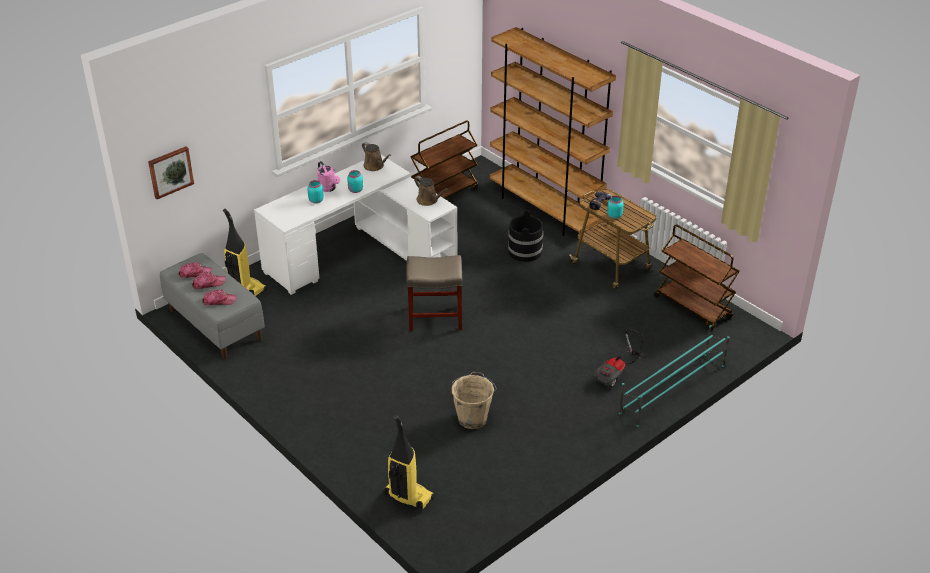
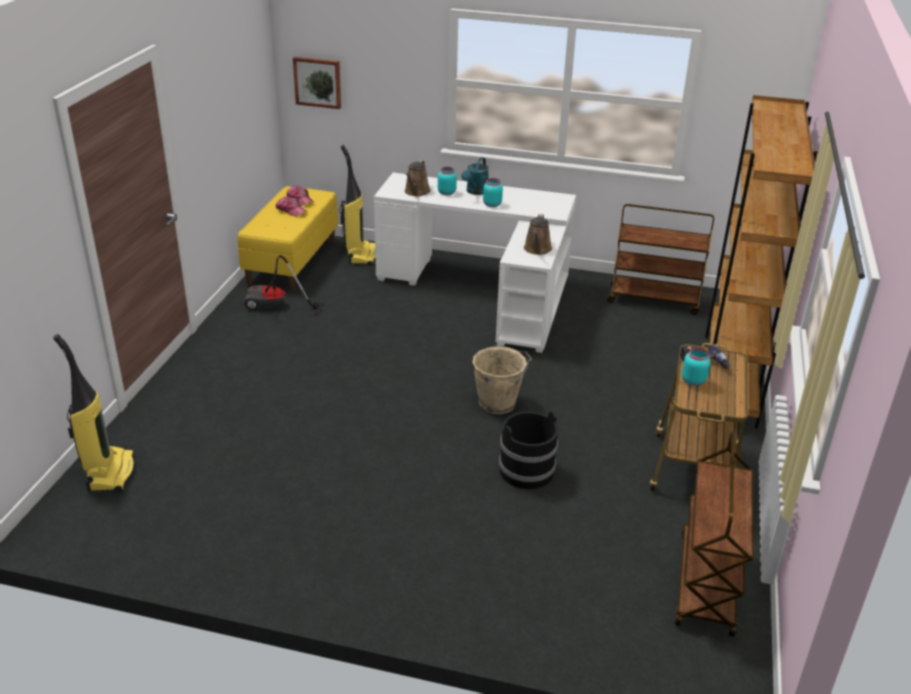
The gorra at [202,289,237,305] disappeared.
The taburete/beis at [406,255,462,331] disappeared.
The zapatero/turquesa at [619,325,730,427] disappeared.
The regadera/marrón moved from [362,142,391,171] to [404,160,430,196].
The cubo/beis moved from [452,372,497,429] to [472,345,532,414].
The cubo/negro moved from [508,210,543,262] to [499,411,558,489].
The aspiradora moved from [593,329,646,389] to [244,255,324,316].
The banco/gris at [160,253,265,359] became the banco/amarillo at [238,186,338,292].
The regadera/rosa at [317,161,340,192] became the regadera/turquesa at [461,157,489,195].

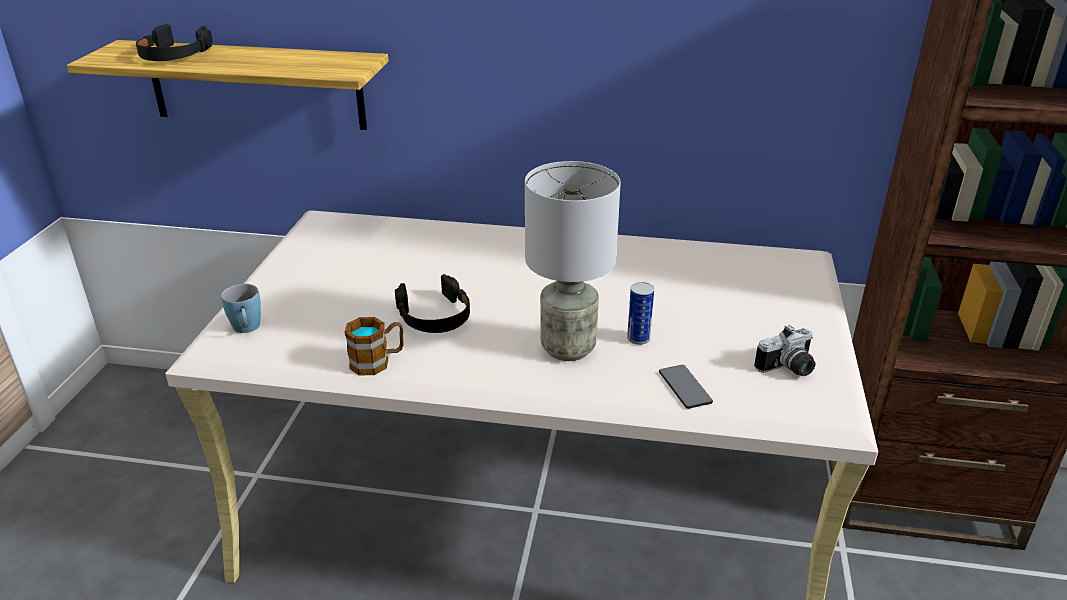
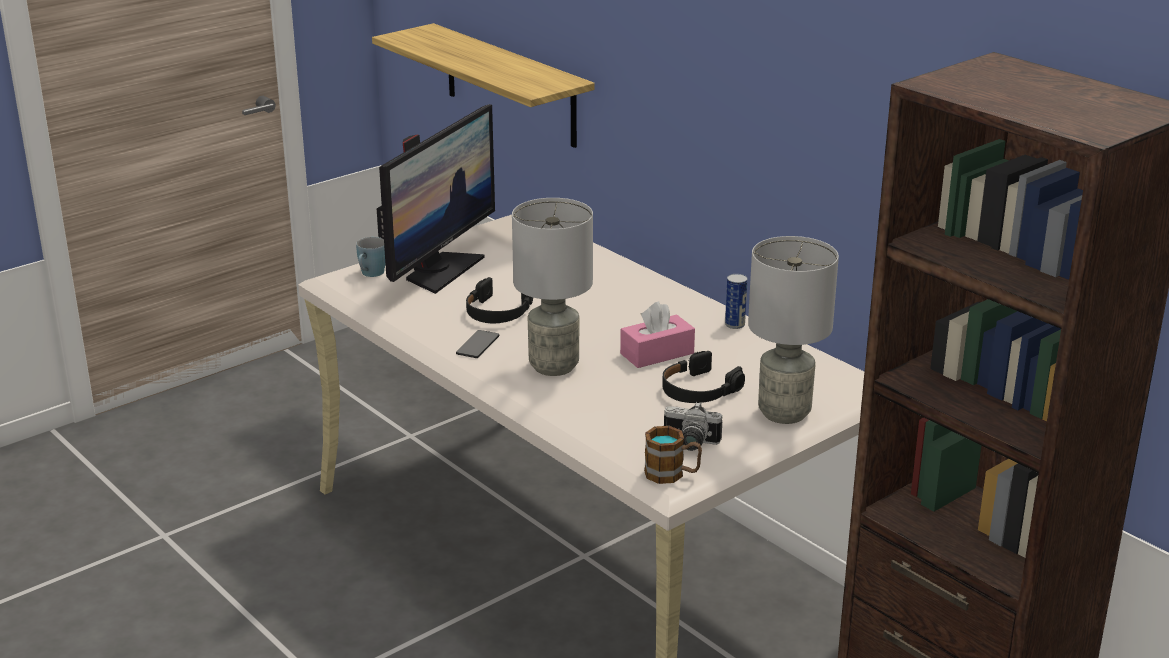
The monitor at [377,104,495,294] appeared.
The caja de pañuelos/rosa at [620,301,695,368] appeared.
The lámpara de mesa/gris at [748,236,839,424] appeared.
The auriculares/negro moved from [136,24,213,61] to [662,351,745,403].
The taza grande moved from [345,317,403,375] to [644,426,702,484].
The lata moved from [627,282,654,345] to [725,274,747,329].
The móvil moved from [659,365,713,409] to [456,330,499,358].

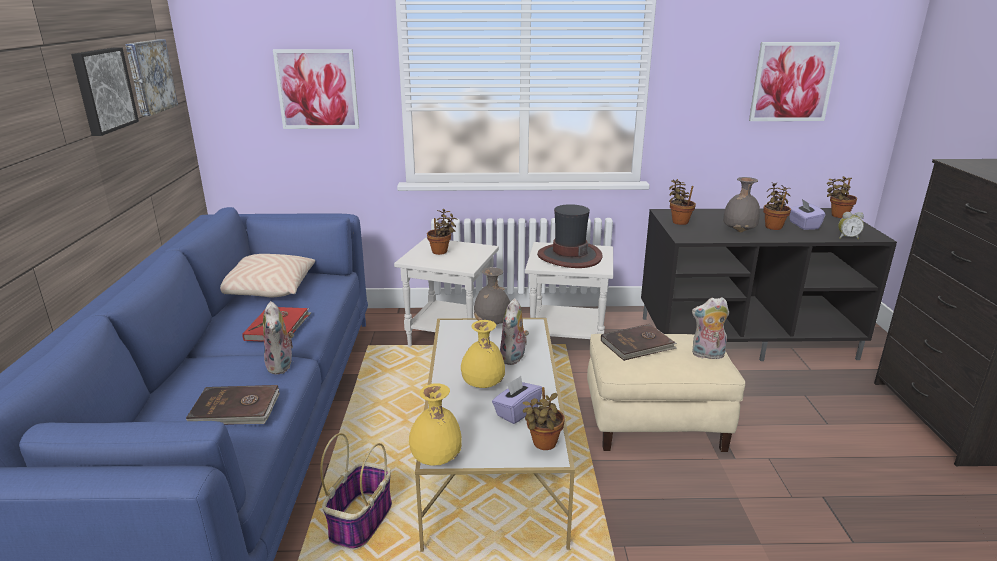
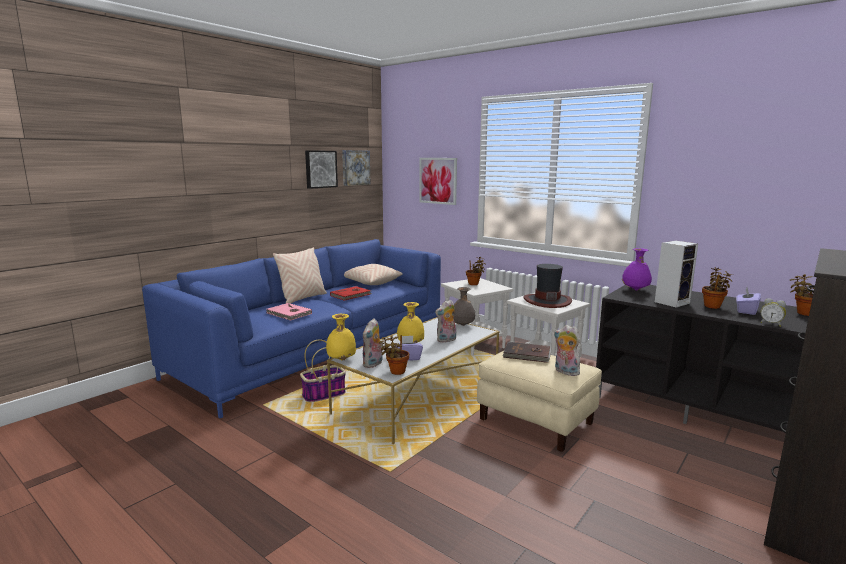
The cuadro at [749,42,840,121] disappeared.
The cojín/beis at [273,247,327,304] appeared.
The peluche moved from [263,301,294,375] to [363,318,383,368].
The planta en maceta at [669,179,696,225] was replaced by the florero/morado at [622,248,652,290].
The florero/gris at [723,177,760,233] was replaced by the altavoz at [655,241,698,308].
The libro/marrón at [186,385,280,425] became the libro/rosa at [267,303,312,321].

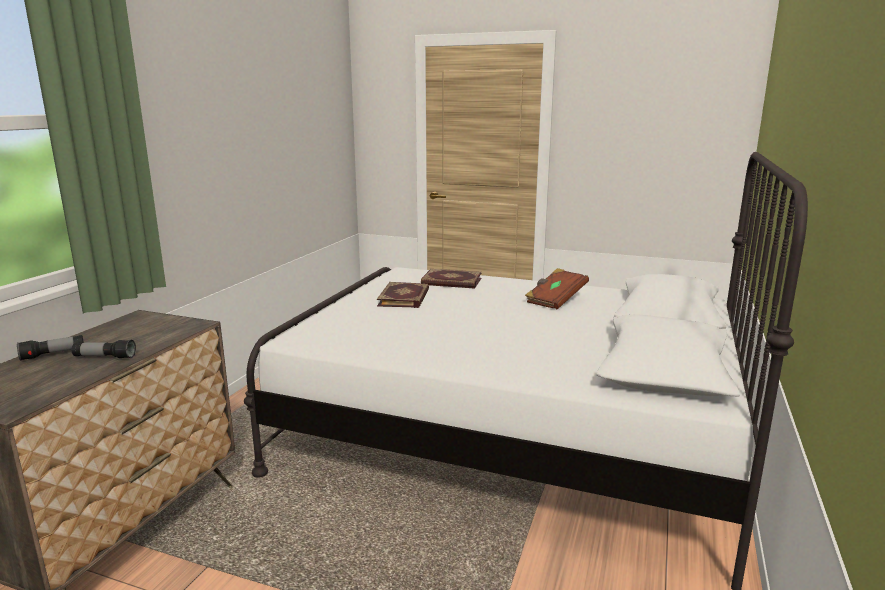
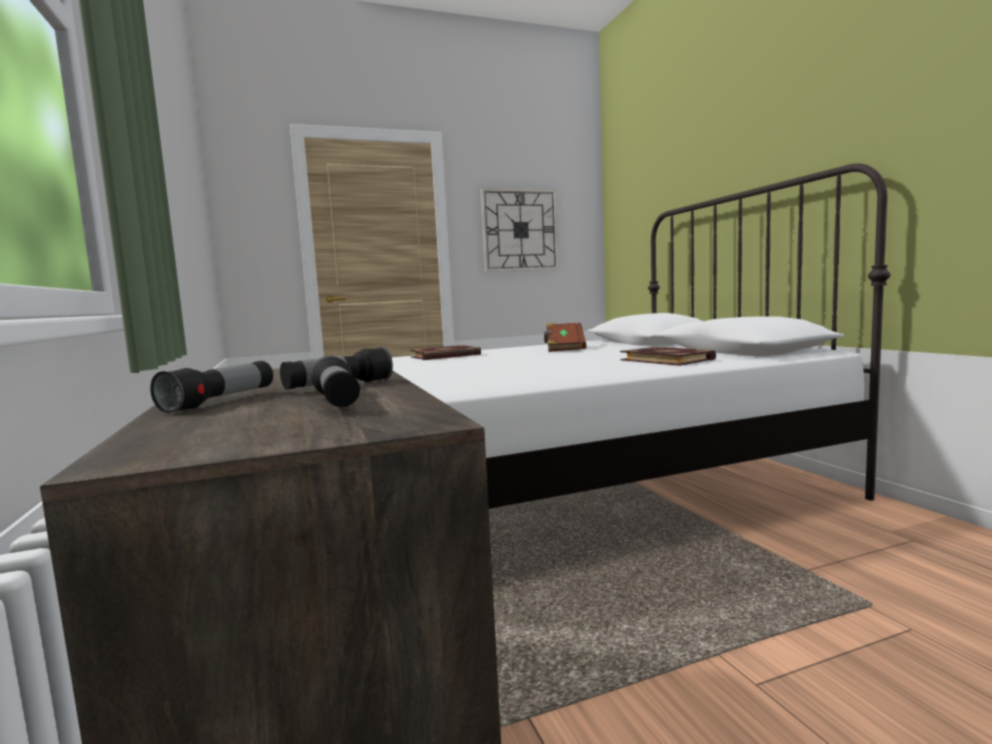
The linterna at [311,356,360,407] appeared.
The reloj de pared at [481,188,559,272] appeared.
The libro moved from [377,282,429,308] to [620,347,716,366].

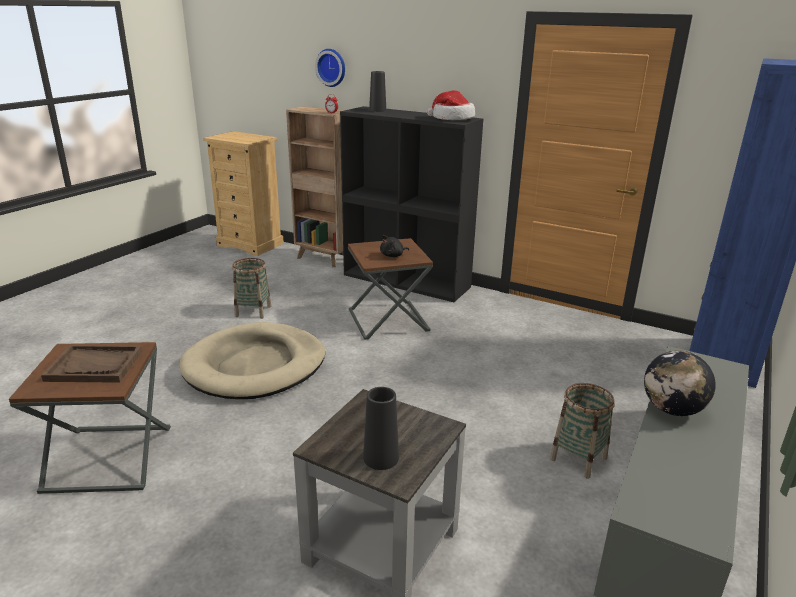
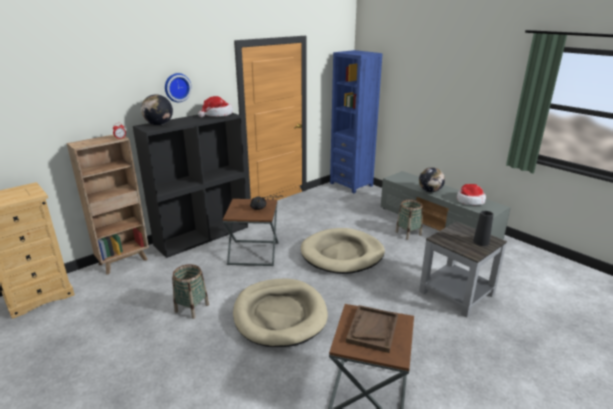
The cama para perro/beis at [301,228,385,274] appeared.
The sombrero at [457,184,486,205] appeared.
The reloj de pared moved from [315,49,345,87] to [165,73,192,102].
The florero/negro at [369,71,386,112] was replaced by the globo terráqueo at [141,94,173,125].

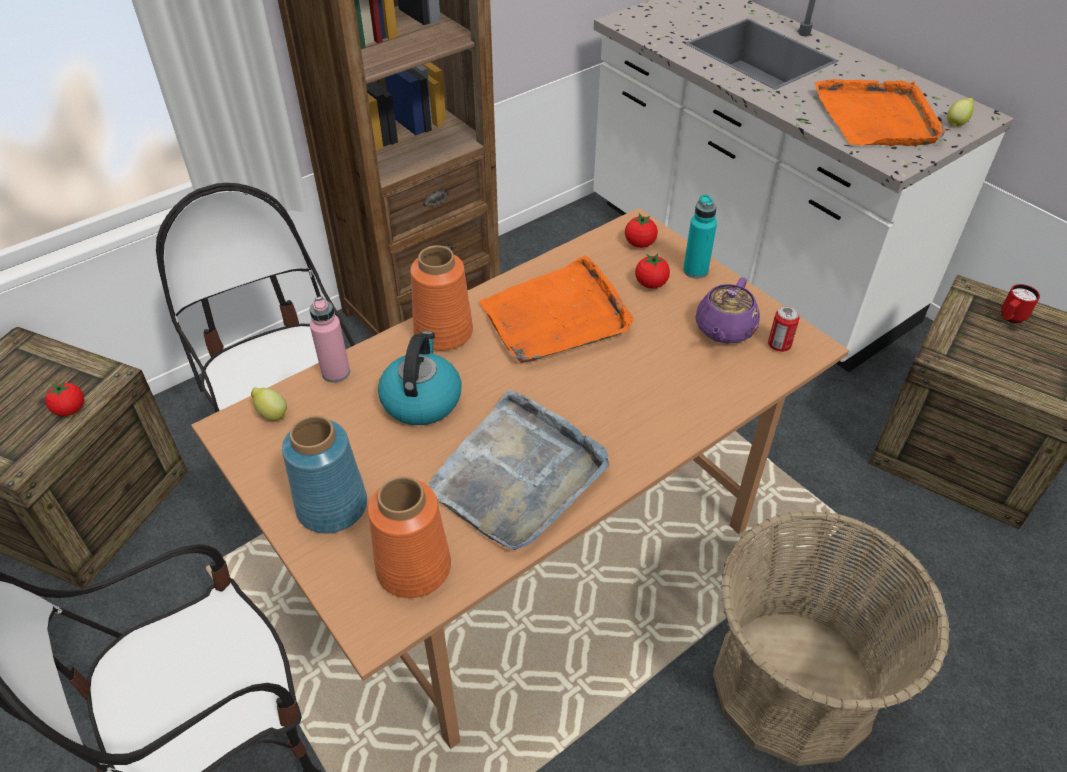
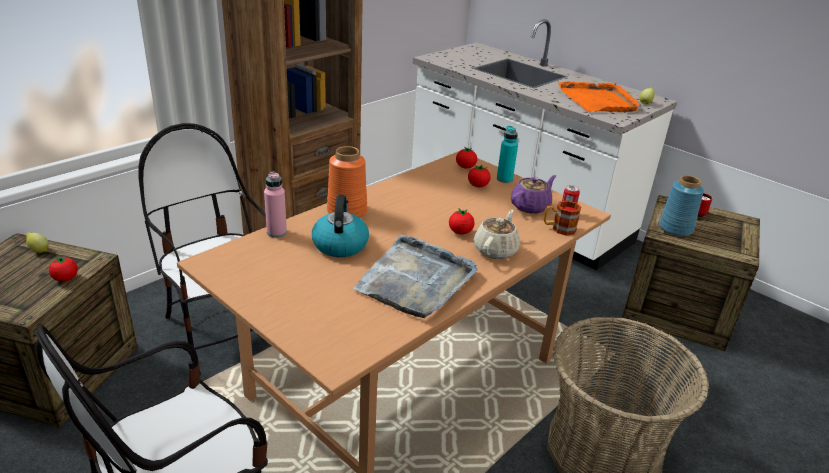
The florero/naranja at [368,476,451,598] disappeared.
The bandeja/naranja at [479,255,634,363] disappeared.
The tomate at [449,208,475,235] appeared.
The tetera/beis at [473,209,520,259] appeared.
The taza grande at [544,200,582,236] appeared.
The limón moved from [251,387,287,421] to [25,233,49,253].
The florero/azul moved from [282,415,367,533] to [659,175,704,236].
The tetera/morado at [696,277,760,344] turned 150 degrees counterclockwise.

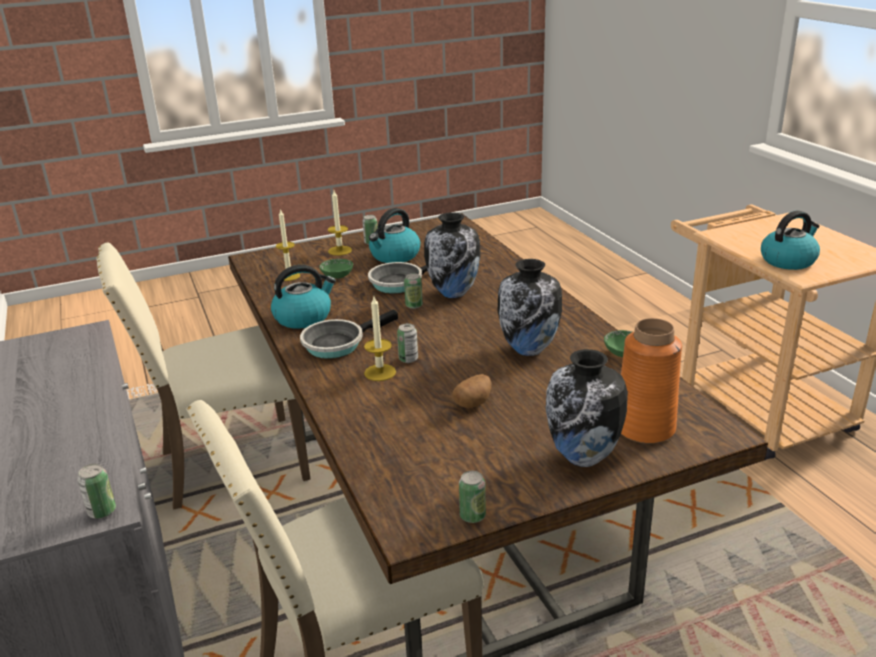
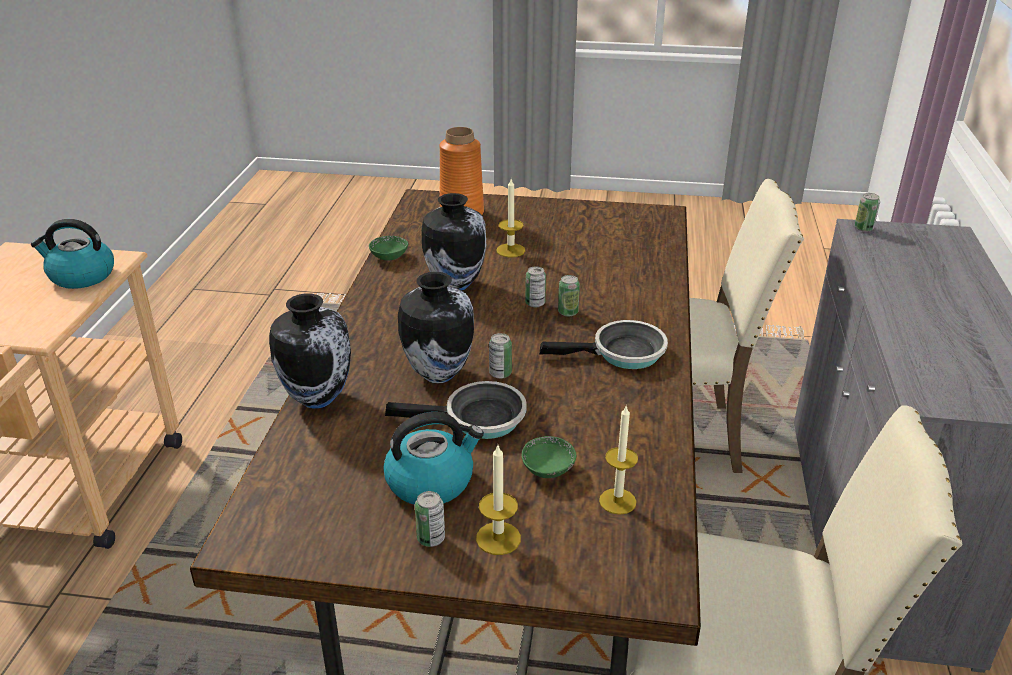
The hervidor at [271,265,336,329] disappeared.
The patata at [452,374,492,408] disappeared.
The vela moved from [364,297,396,381] to [496,179,525,258].
The lata moved from [459,471,486,523] to [525,266,546,307].
The florero moved from [546,349,628,467] to [269,293,351,409].

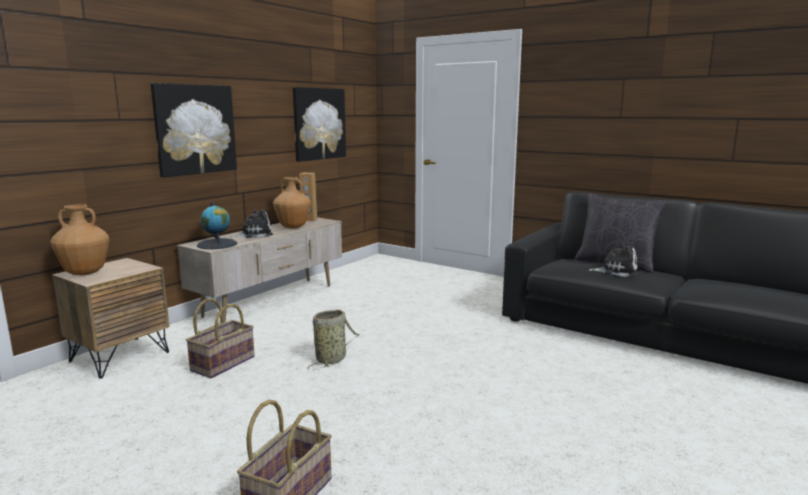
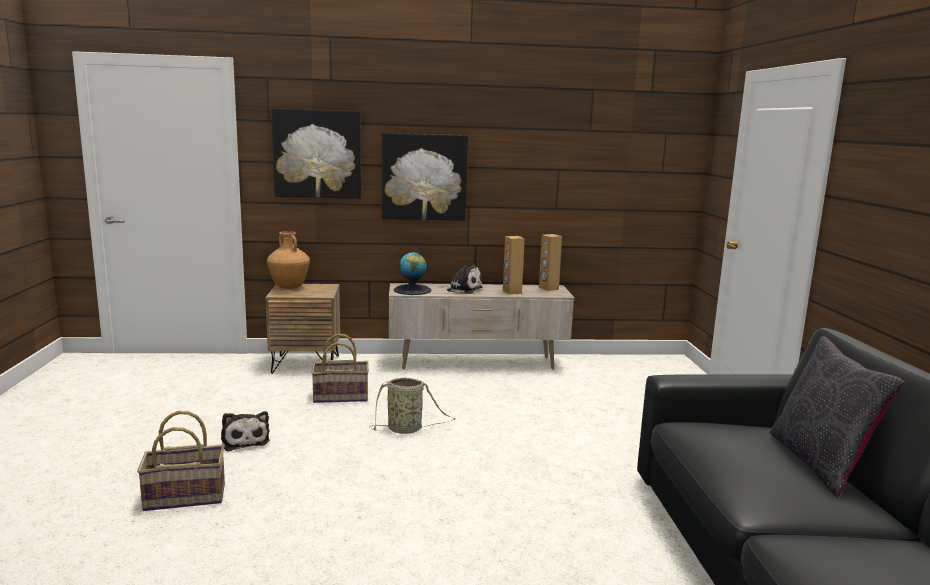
The cuadro moved from [293,87,346,162] to [271,108,361,199].
The peluche moved from [588,243,637,277] to [221,411,270,452].
The florero/marrón at [273,177,311,229] was replaced by the altavoz/marrón at [503,236,525,294].

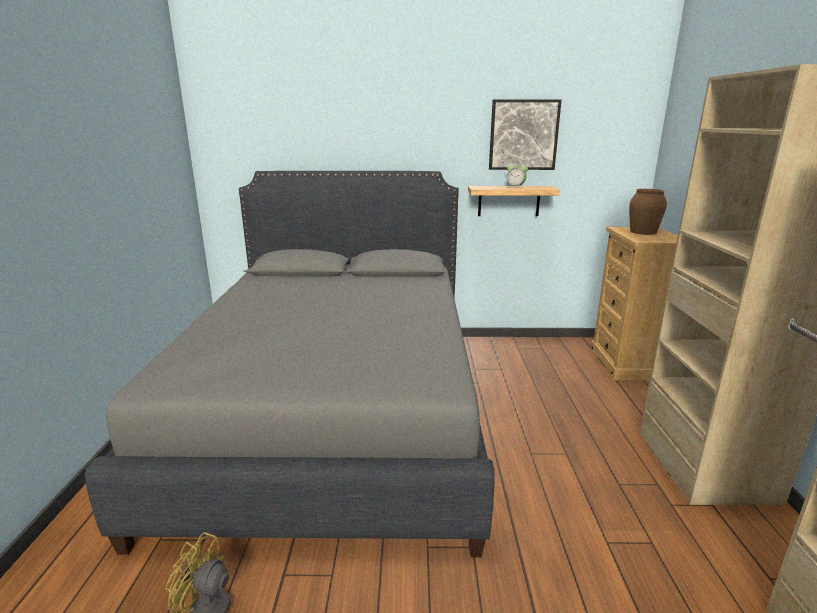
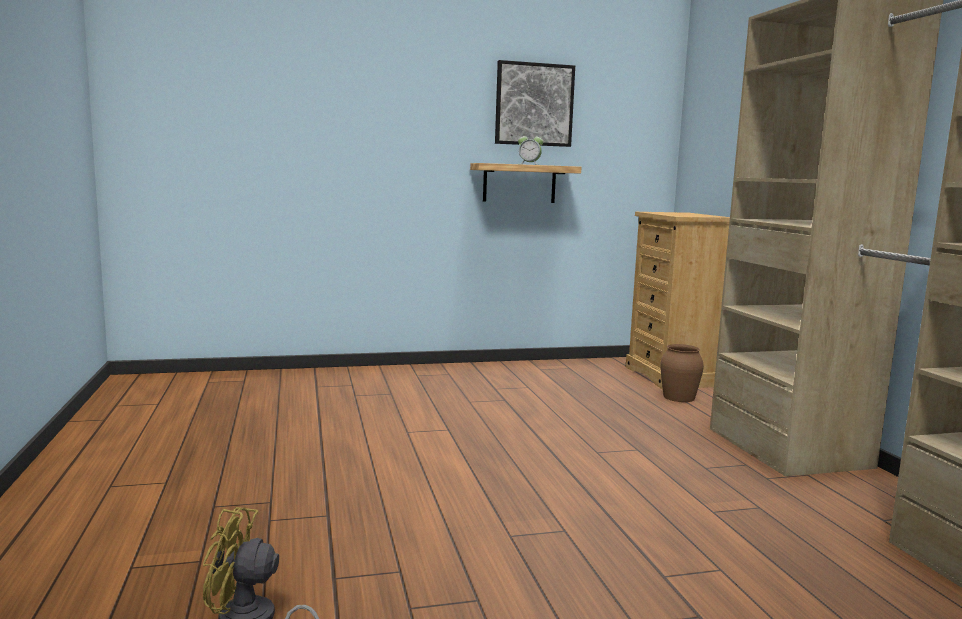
The cama/gris at [85,171,495,557] disappeared.
The florero/marrón moved from [629,189,667,235] to [660,344,704,402].

